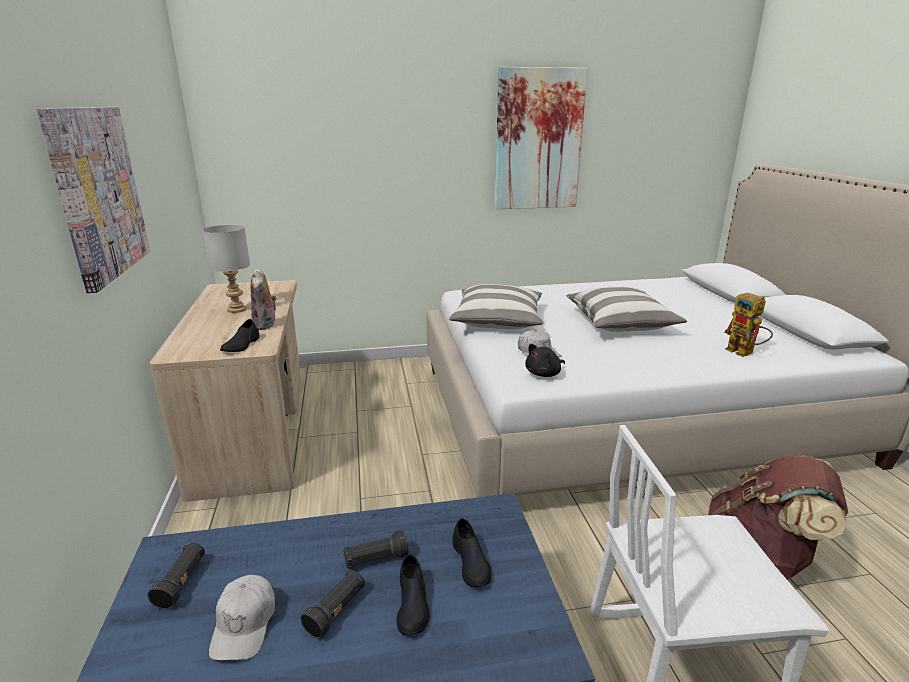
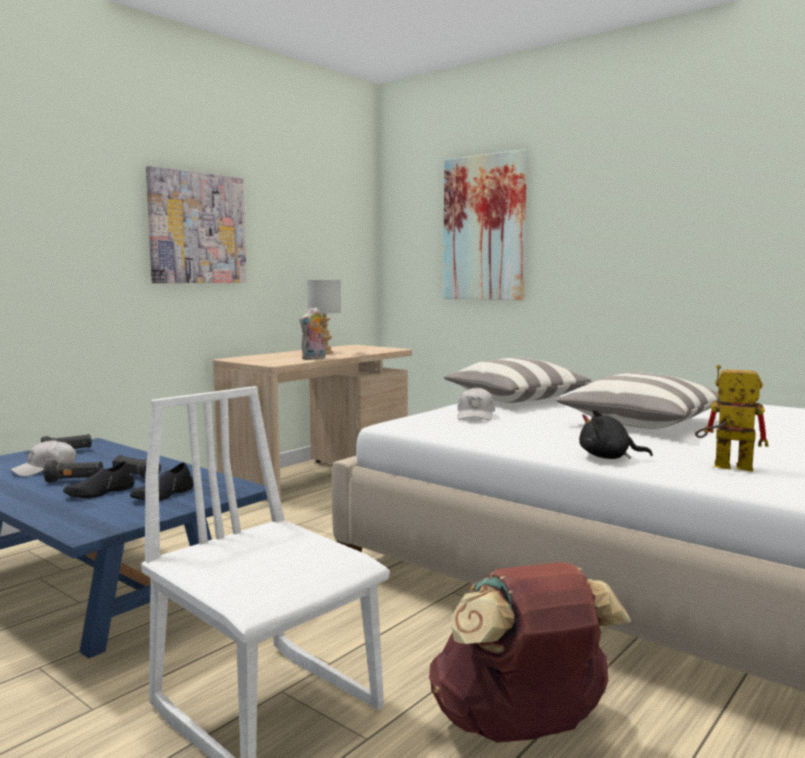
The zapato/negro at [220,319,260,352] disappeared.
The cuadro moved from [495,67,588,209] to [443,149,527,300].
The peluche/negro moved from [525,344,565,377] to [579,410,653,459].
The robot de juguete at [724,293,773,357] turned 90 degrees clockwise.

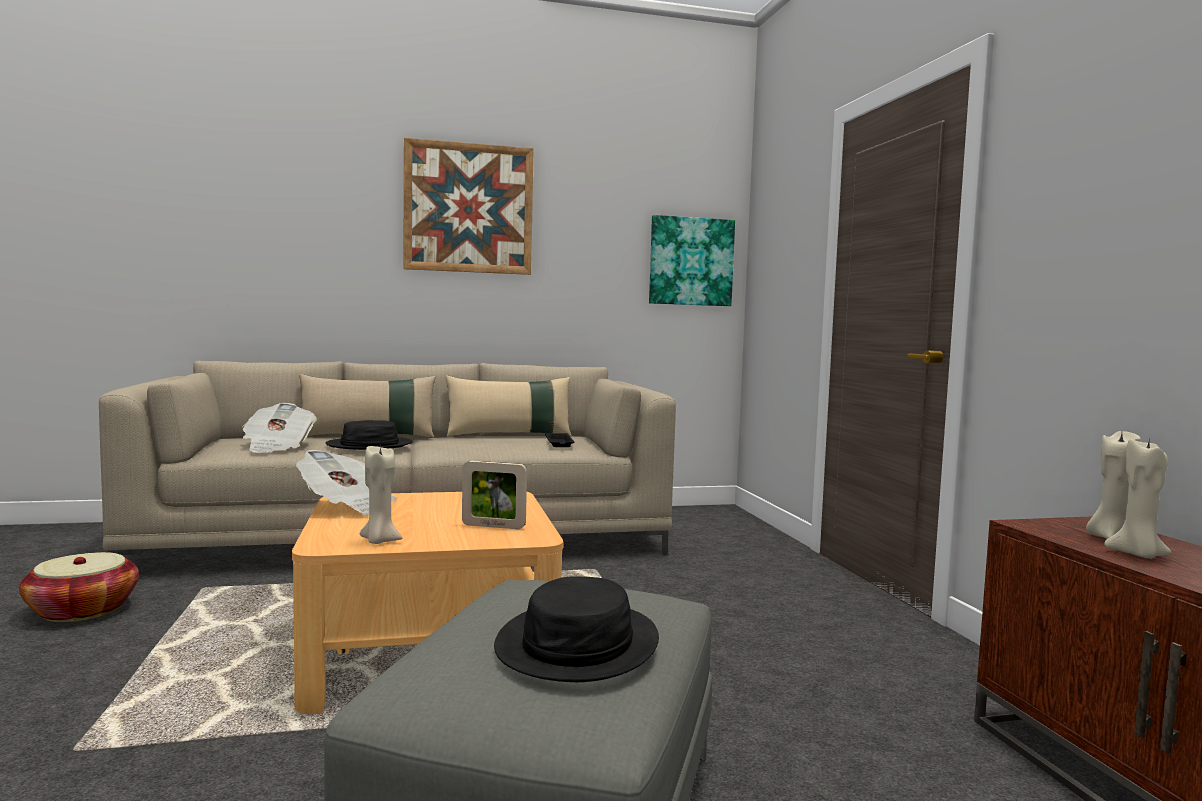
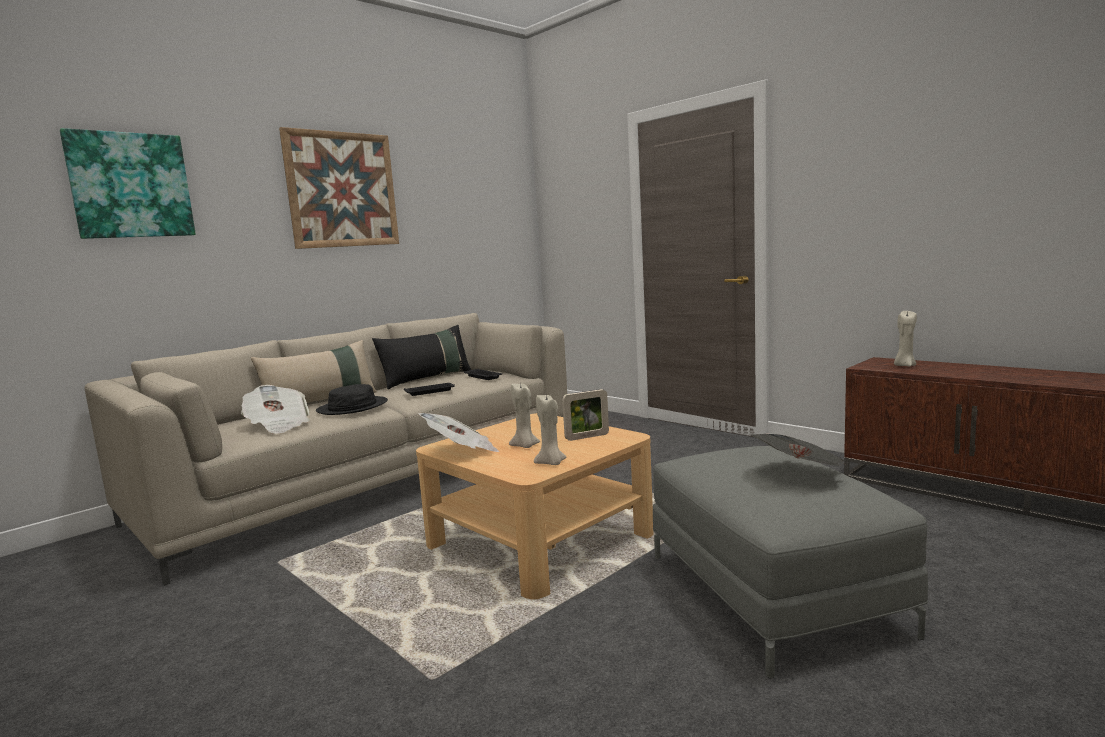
The cesta at [19,552,139,622] disappeared.
The bandeja/negro at [404,383,454,396] appeared.
The cuadro moved from [649,215,735,306] to [60,128,196,239].
The vela/beis moved from [1104,437,1172,559] to [509,384,540,448].
The sombrero/negro at [494,576,659,682] was replaced by the periódico at [750,434,844,466].
The cojín/beis at [445,376,572,437] became the cojín/negro at [372,325,471,389].

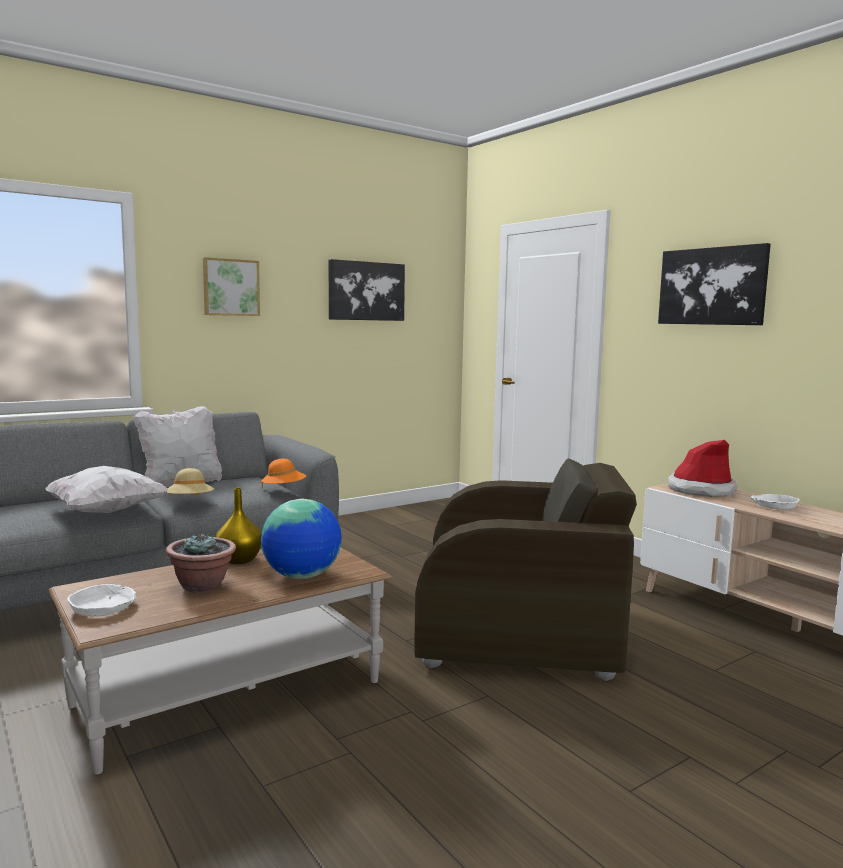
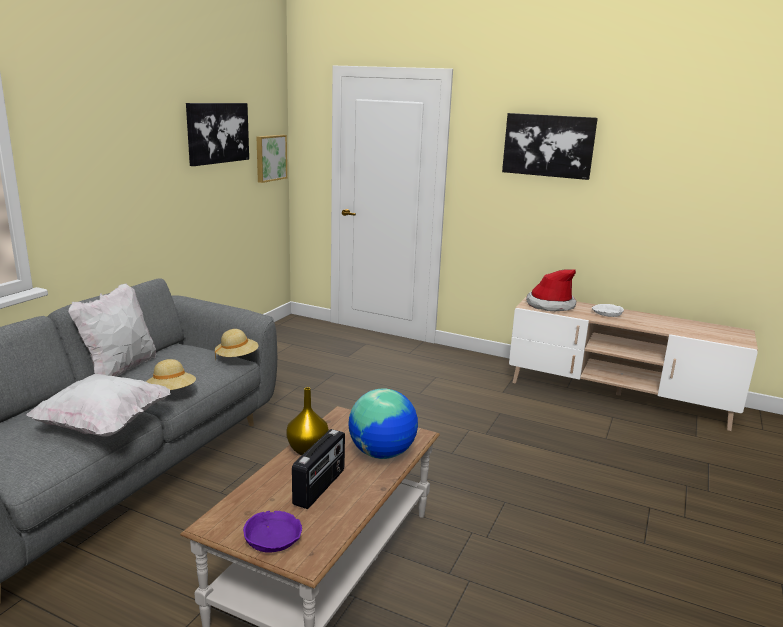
The sillón/marrón at [414,459,637,681] disappeared.
The cuadro moved from [203,257,260,316] to [257,135,287,183].
The planta en maceta at [166,533,236,593] was replaced by the radio at [292,429,345,509].
The cuenco/blanco at [67,584,136,617] became the cuenco/morado at [243,511,302,553].
The sombrero/naranja at [262,459,306,488] became the sombrero/beis at [215,329,259,360].

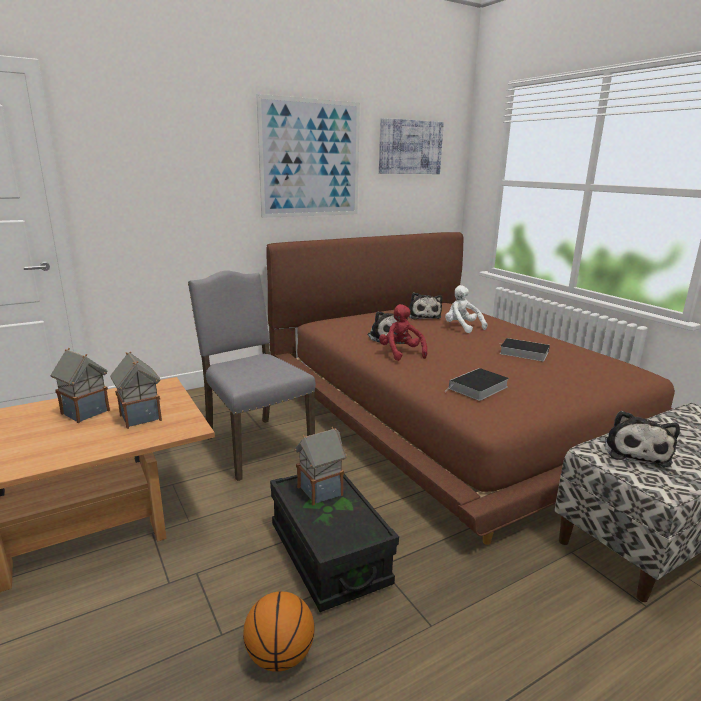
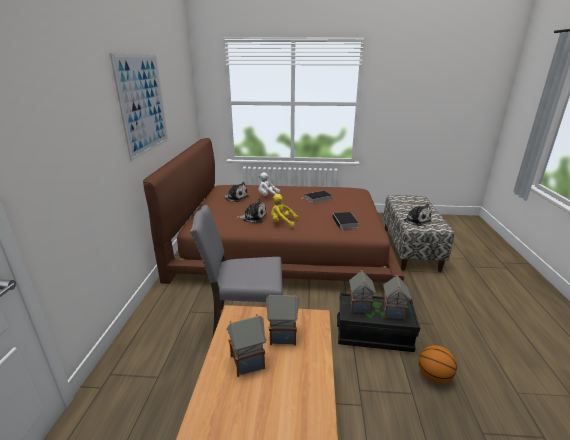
The cuadro at [379,118,444,174] disappeared.
The casita at [382,275,411,321] appeared.
The peluche/rojo at [379,304,427,361] became the peluche/amarillo at [271,194,298,227].

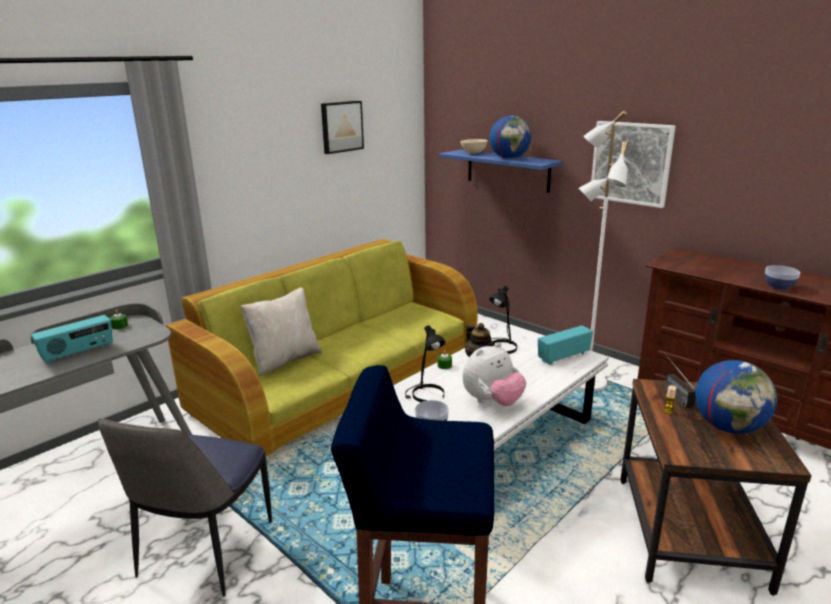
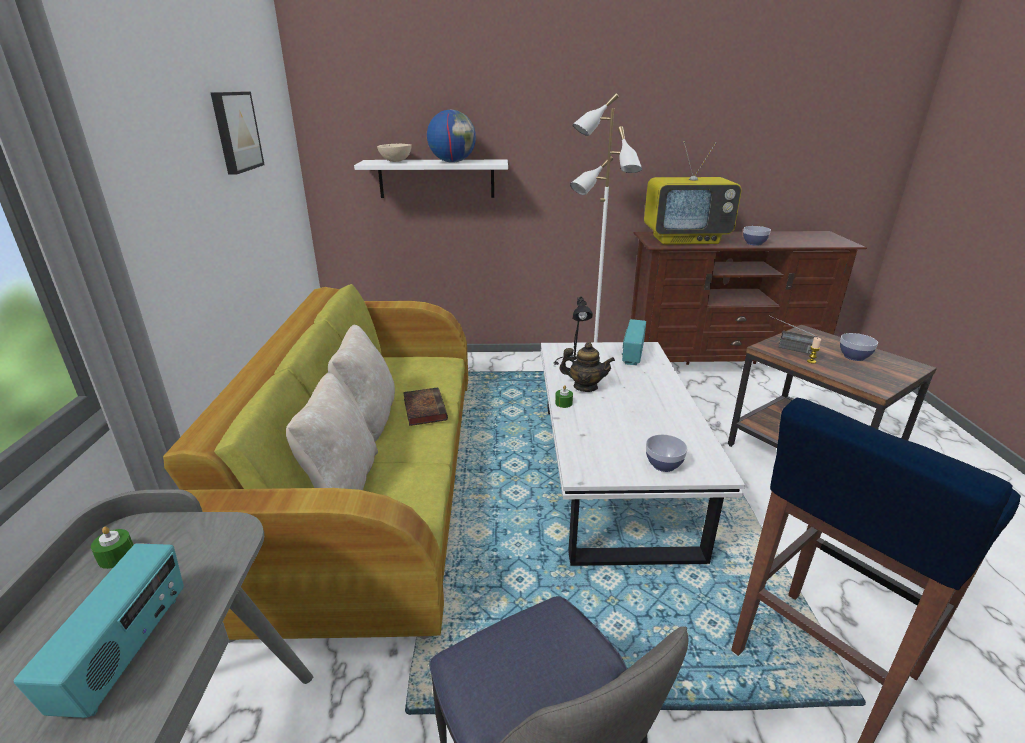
The lámpara de mesa/negro at [405,325,446,402] disappeared.
The peluche at [463,342,526,406] disappeared.
The cuadro at [591,121,675,208] disappeared.
The cojín/beis at [328,325,395,441] appeared.
The libro at [403,387,448,426] appeared.
The televisor at [644,141,742,245] appeared.
The globo terráqueo at [695,360,777,434] was replaced by the cuenco at [840,333,878,361].
The estante/azul at [439,150,563,193] became the estante/blanco at [354,160,508,198].

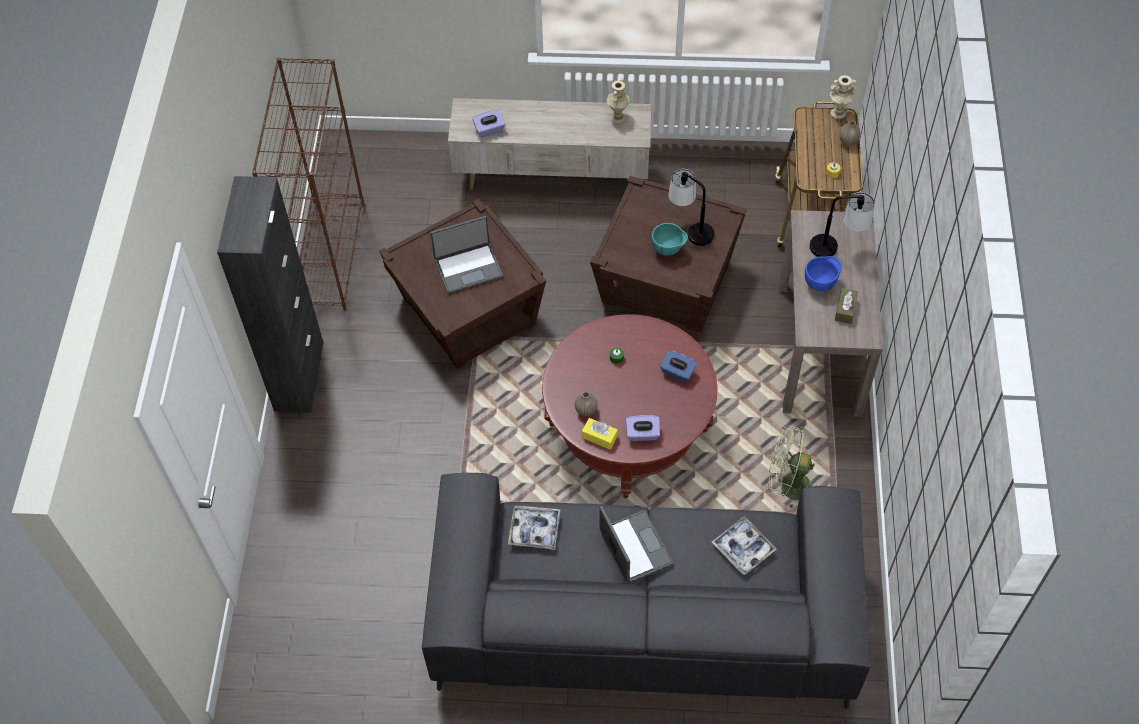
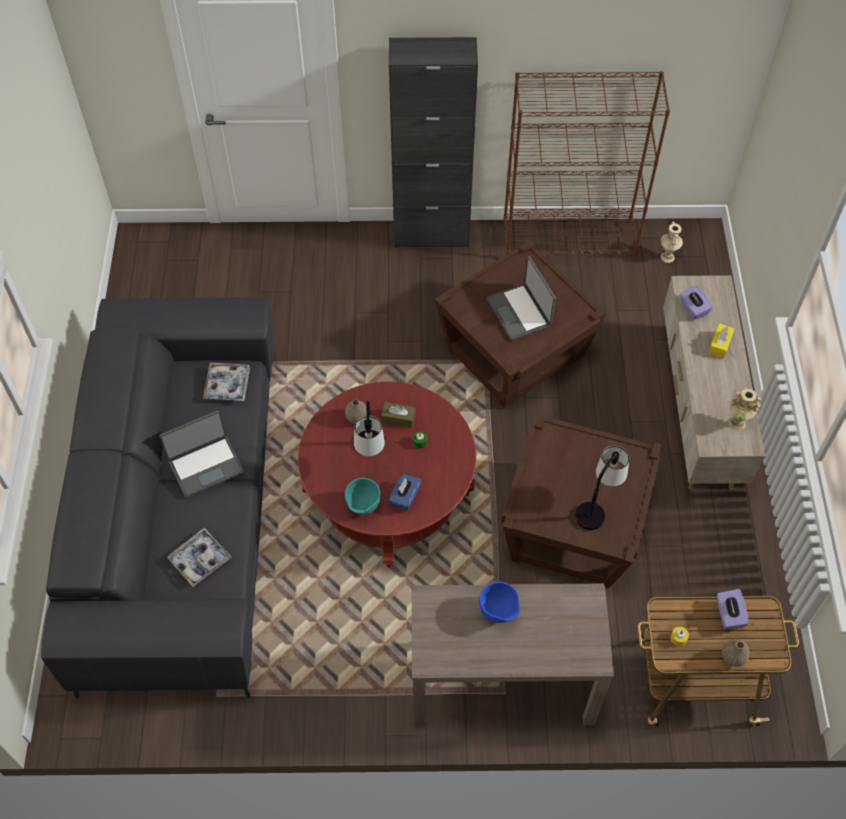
The ventilador/verde at [768,425,815,508] disappeared.
The caja de pañuelos/amarillo moved from [582,418,618,450] to [708,324,735,359].
The caja de pañuelos/morado moved from [626,415,660,441] to [717,589,749,629].
The cuenco/turquesa moved from [652,223,688,256] to [345,478,381,515].
The lámpara de mesa moved from [809,192,875,257] to [354,401,385,456].
The florero/beis moved from [830,75,857,119] to [660,222,683,263].
The caja de pañuelos/marrón moved from [835,288,858,324] to [381,402,416,428].

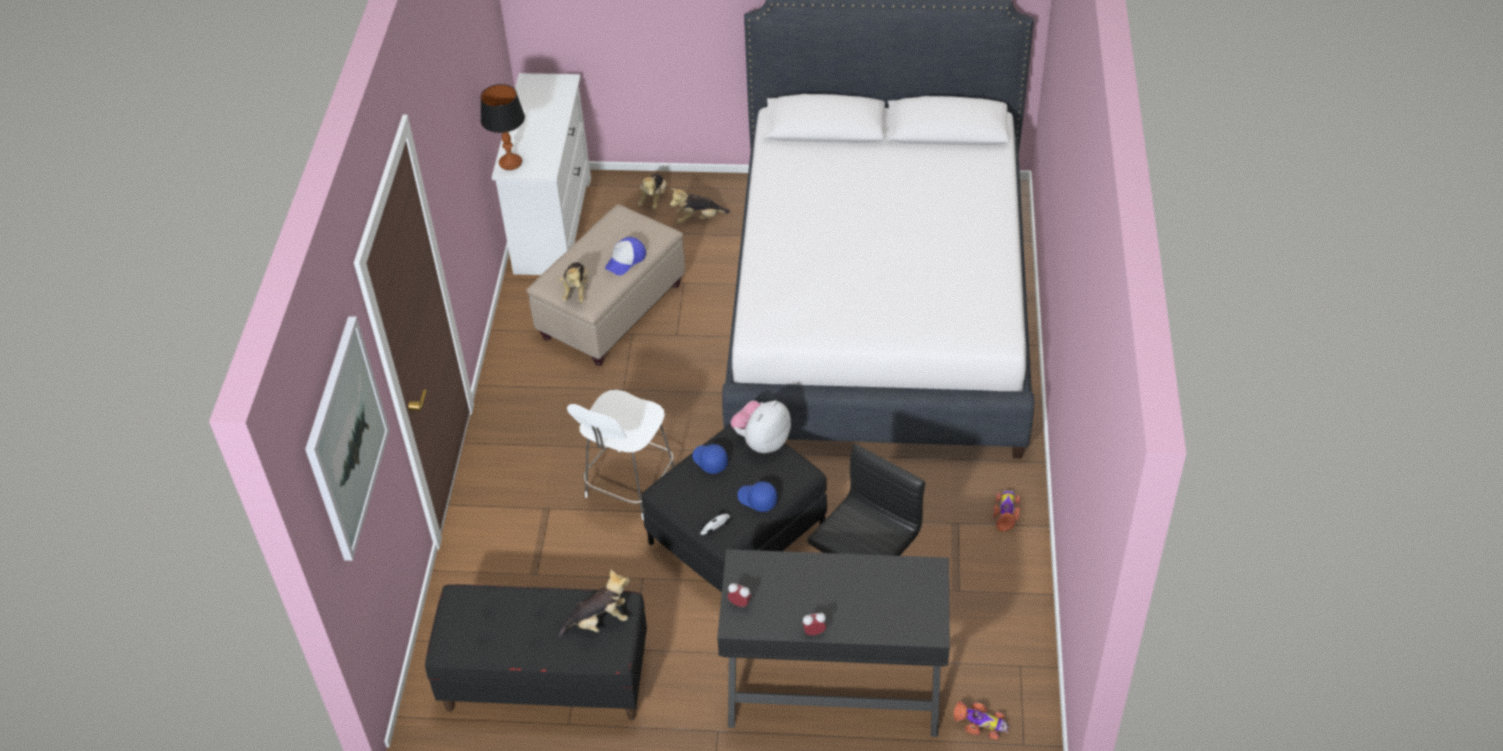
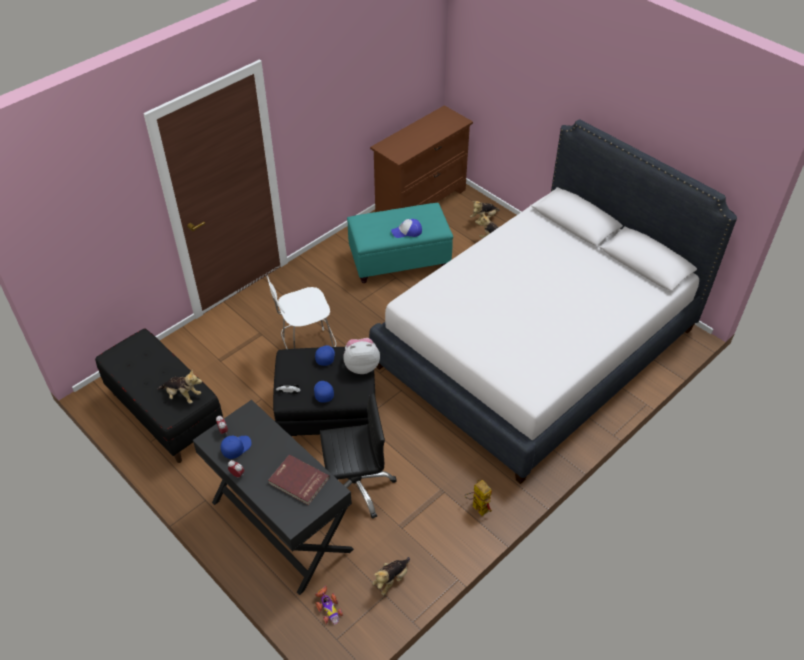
The cuadro at [305,316,390,561] disappeared.
The lámpara de mesa at [481,84,525,170] disappeared.
The gorra/azul at [221,436,252,459] appeared.
The libro/rojo at [268,455,330,505] appeared.
The peluche moved from [558,262,588,302] to [372,557,410,595].
The coche de juguete at [993,489,1020,532] was replaced by the robot de juguete at [464,479,492,516].
The cómoda/blanco at [492,73,591,275] became the cómoda/marrón at [370,105,473,212].
The puf/beis at [526,204,685,366] became the puf/turquesa at [347,203,453,283].

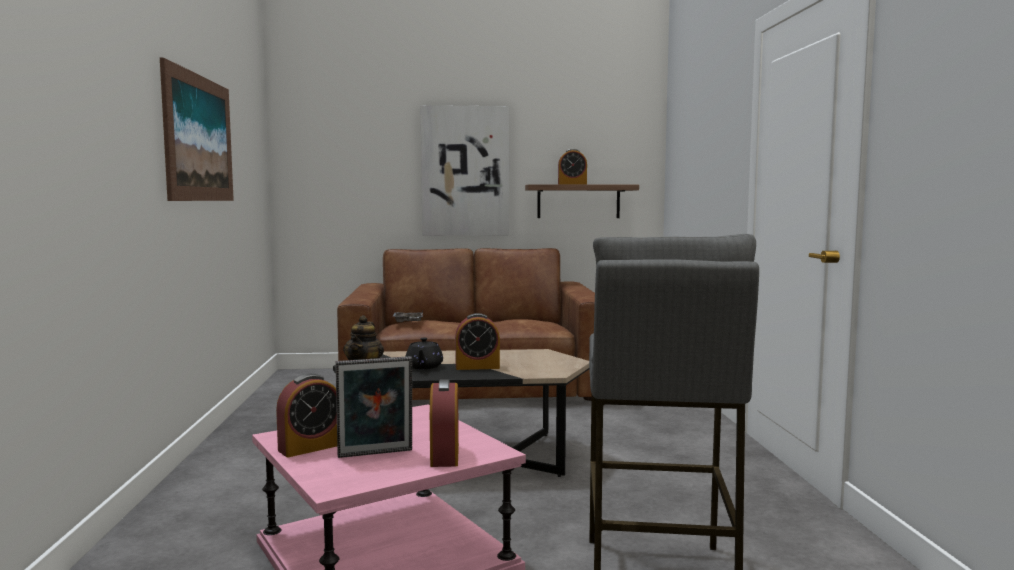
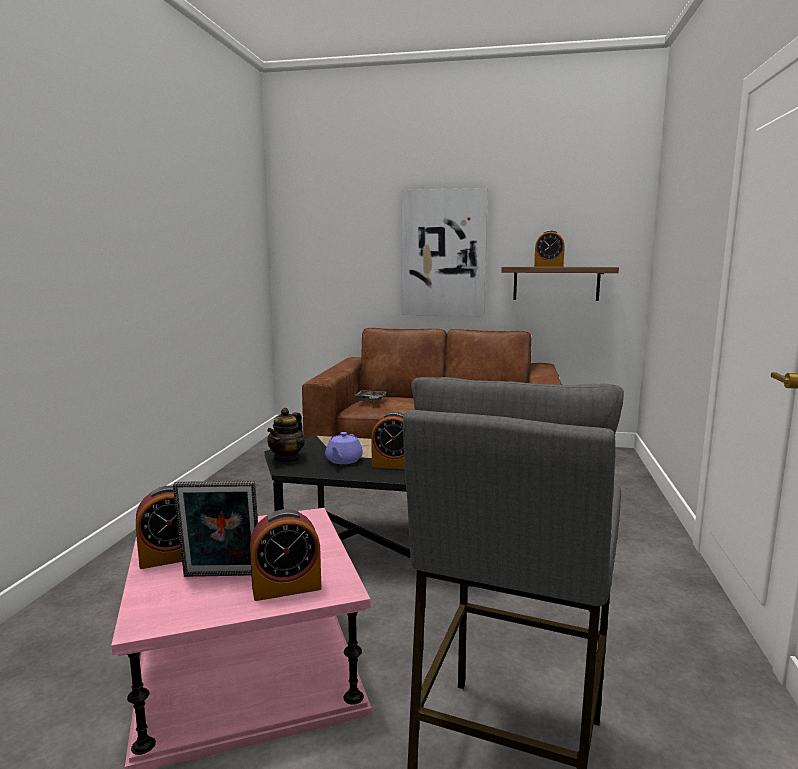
The cuadro at [160,58,234,201] disappeared.
The tetera/negro at [405,338,443,370] became the tetera/morado at [325,432,363,464].
The despertador at [430,379,459,467] turned 60 degrees clockwise.

